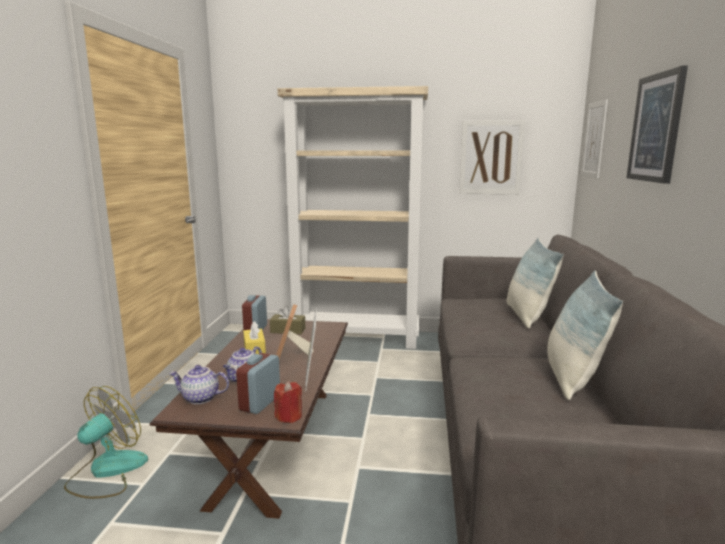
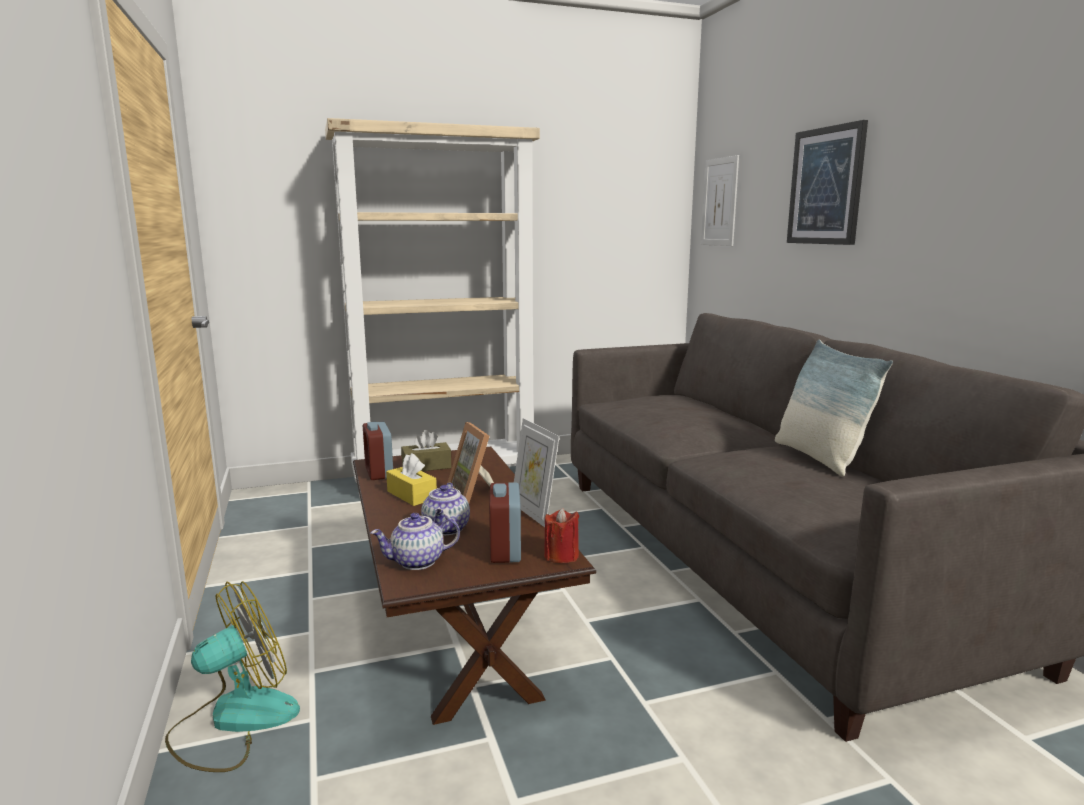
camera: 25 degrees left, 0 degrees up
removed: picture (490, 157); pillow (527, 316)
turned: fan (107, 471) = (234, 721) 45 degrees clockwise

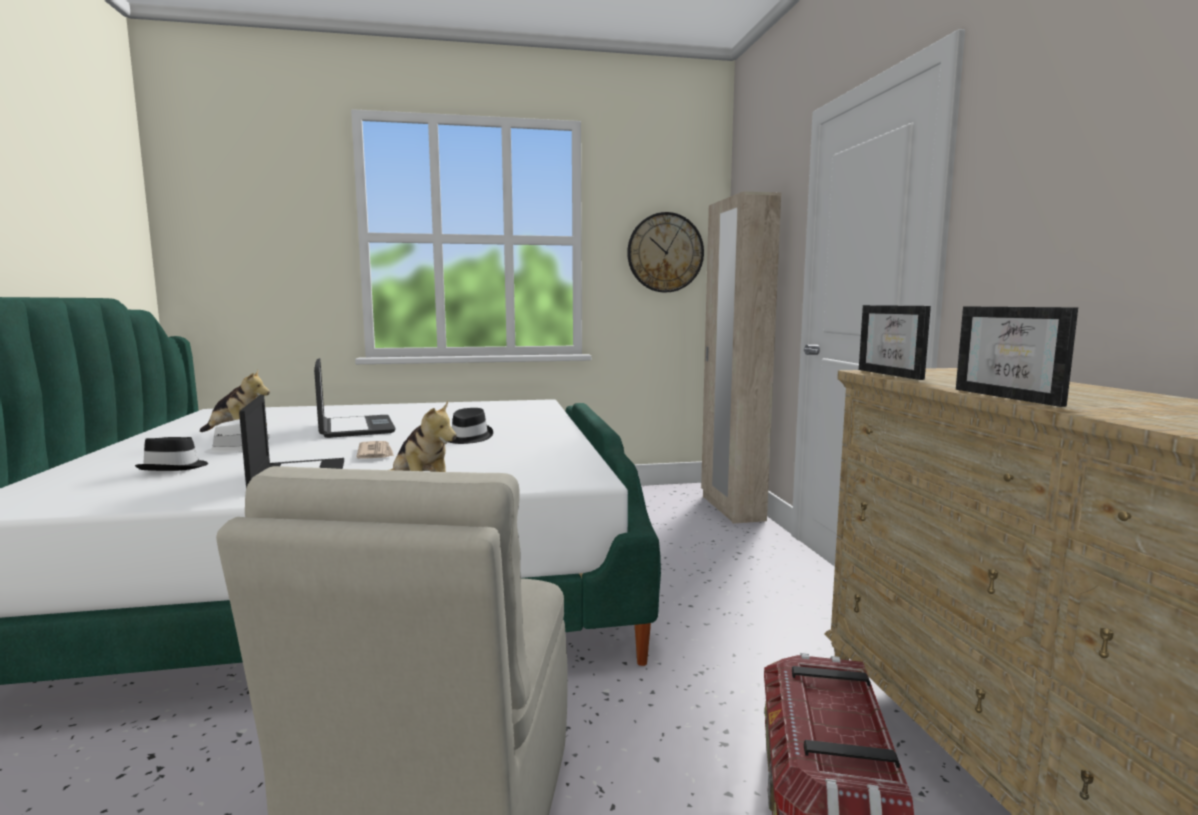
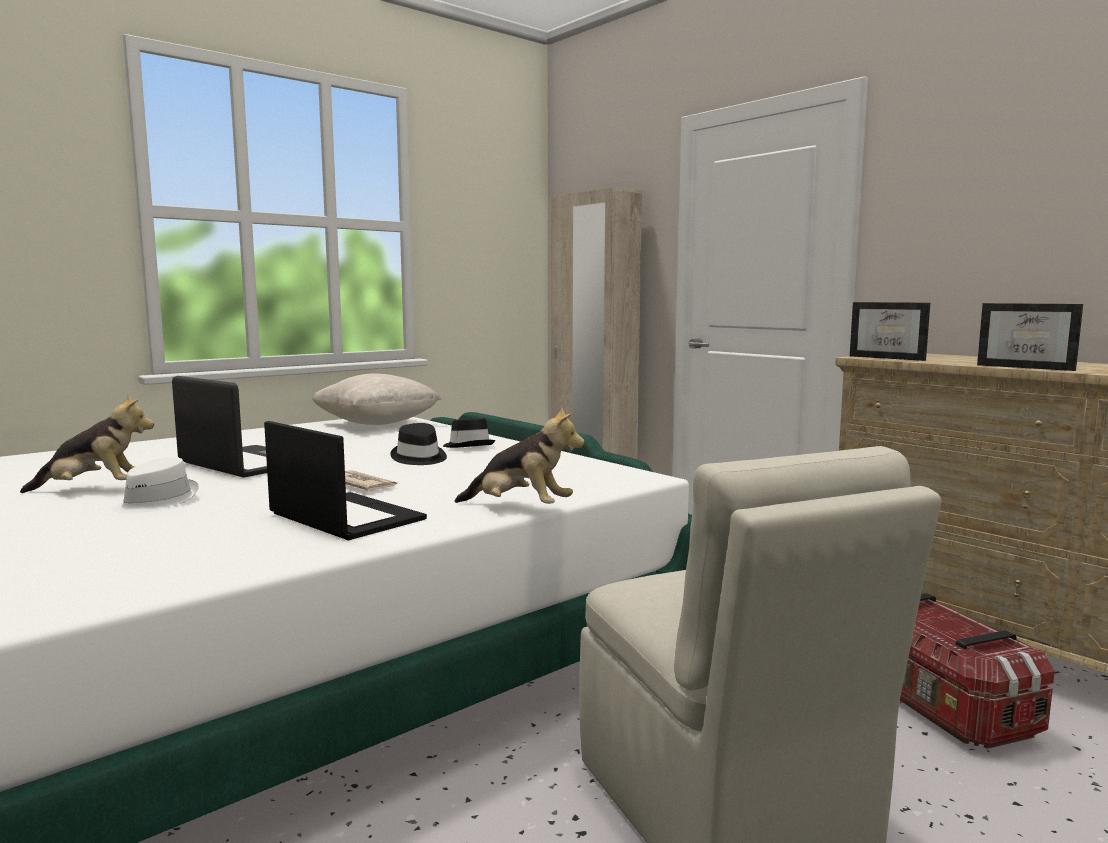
camera: 30 degrees left, 0 degrees up
removed: wall clock (665, 252)
added: pillow (beige-coloured) (376, 425)
moved: hat (blackish) (175, 468) to (468, 446)

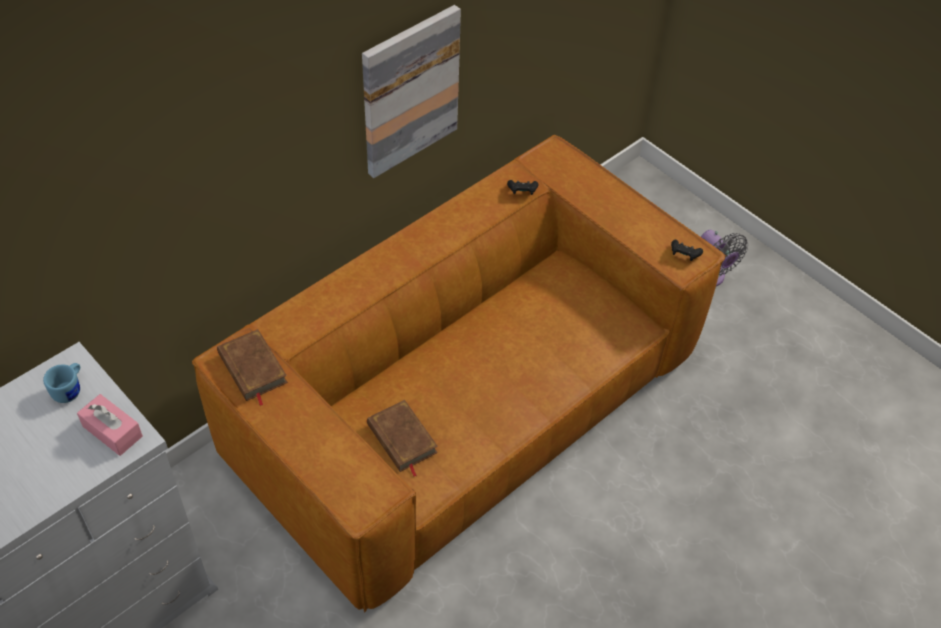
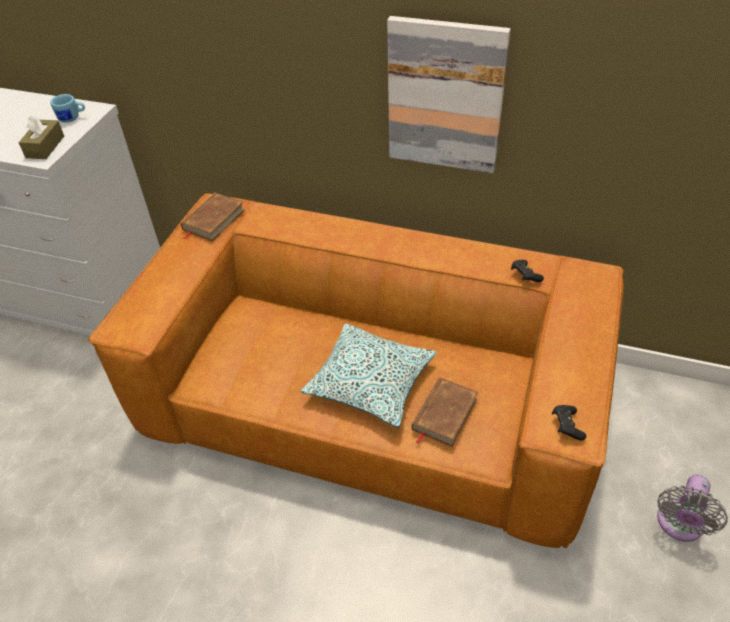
camera: 65 degrees right, 5 degrees down
added: pillow (371, 382)
moved: bound book (brown-coloured) (401, 439) to (444, 414)
recoloured: box of tissues (pink) (112, 431) to box of tissues (brown-coloured) (45, 147)

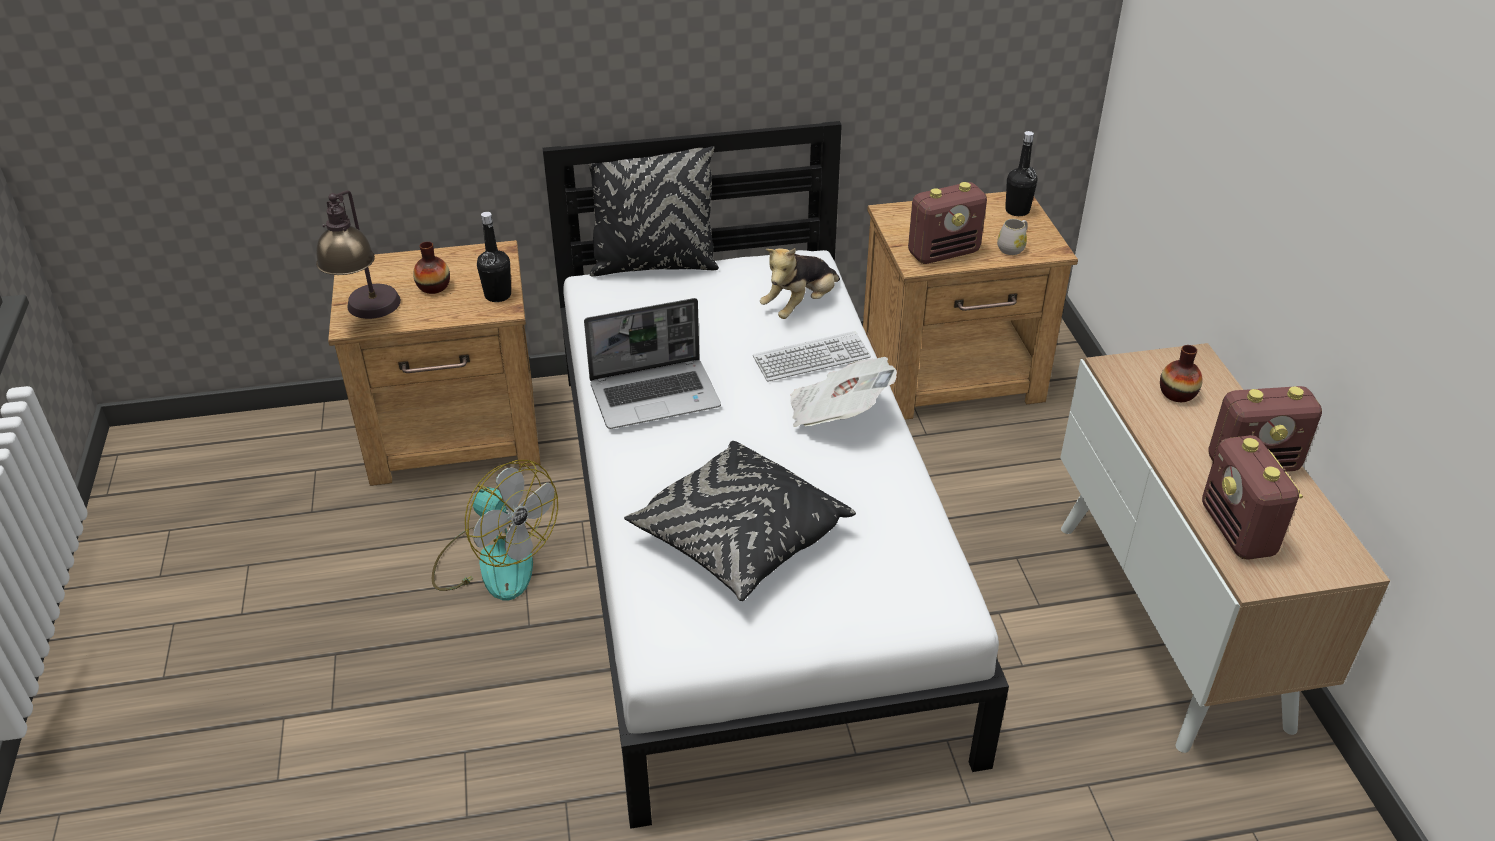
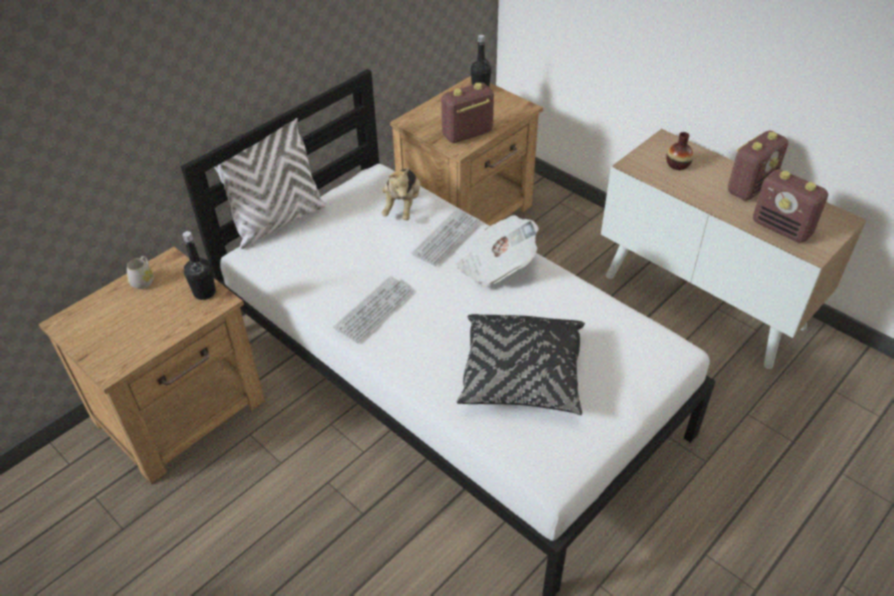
camera: 35 degrees left, 5 degrees up
removed: table lamp (368, 315); decorative vase (434, 287); fan (494, 561)
moved: tea mug (white) (1013, 247) to (144, 280)
replaced: portable computer (656, 395) to keyboard (374, 310)
recoloured: pillow (blackish) (654, 265) to pillow (white) (278, 221)
turned: radio (944, 253) = (467, 134) 150 degrees counterclockwise

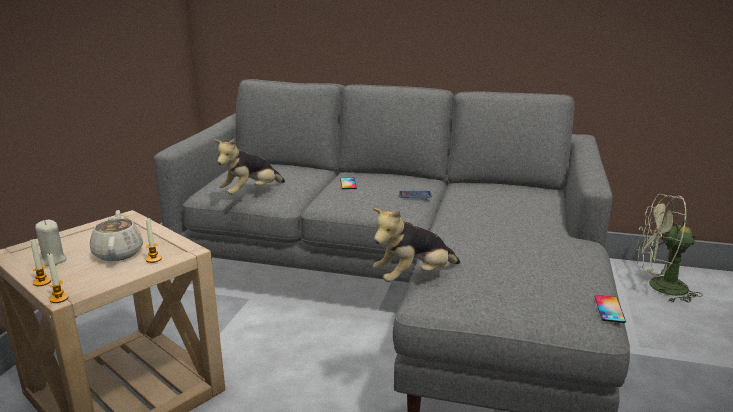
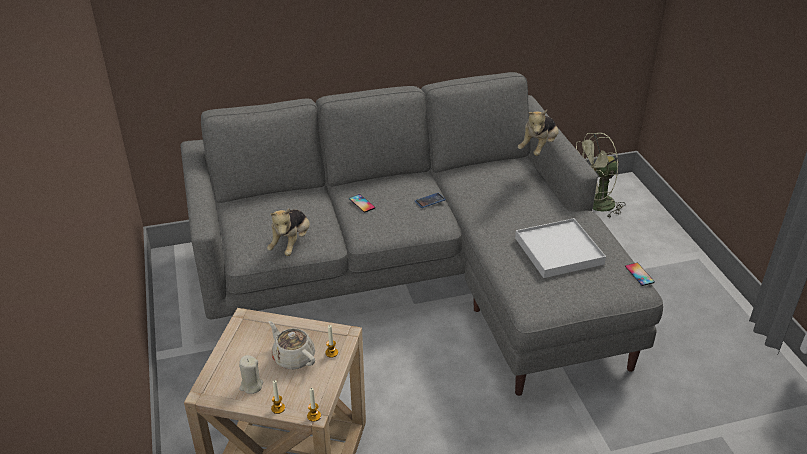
camera: 30 degrees left, 15 degrees up
added: tray (white) (558, 251)
moved: soft toy (414, 277) to (538, 148)

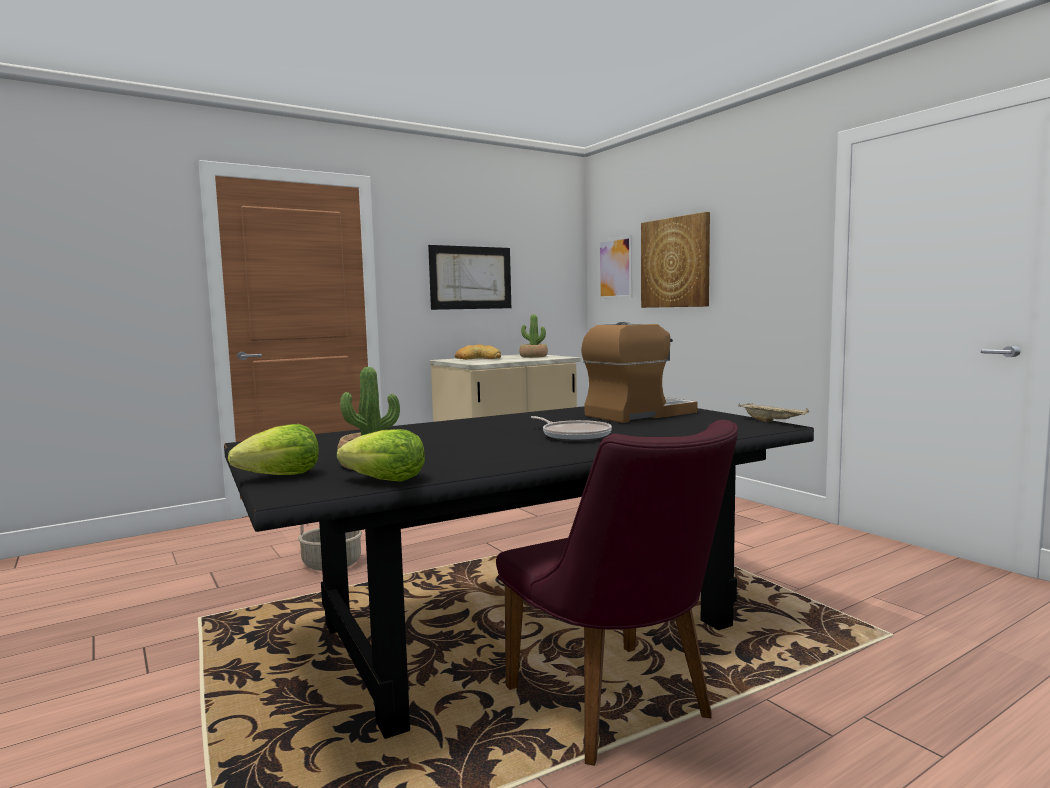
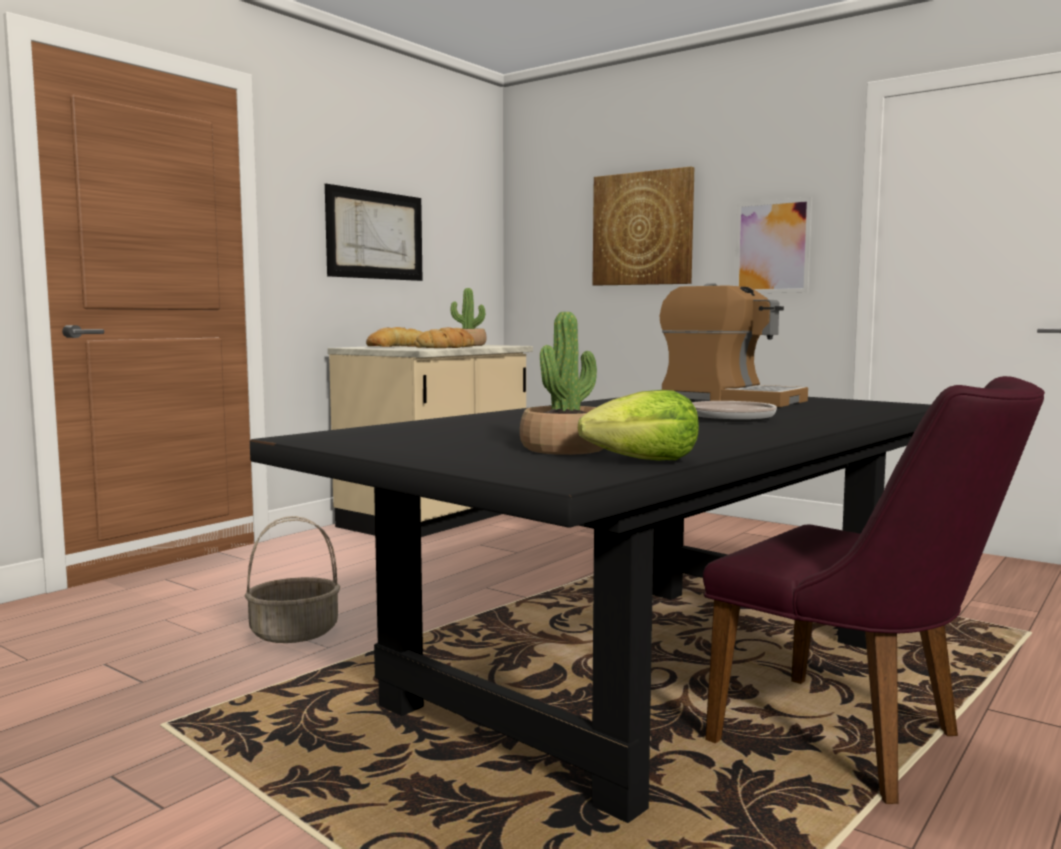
camera: 20 degrees left, 0 degrees up
removed: head of lettuce (282, 476); tray (beige-coloured) (773, 422)
added: bakery bread (447, 347)
moved: picture (615, 268) to (772, 247)
turned: coffee brewer (638, 414) = (730, 400) 90 degrees clockwise

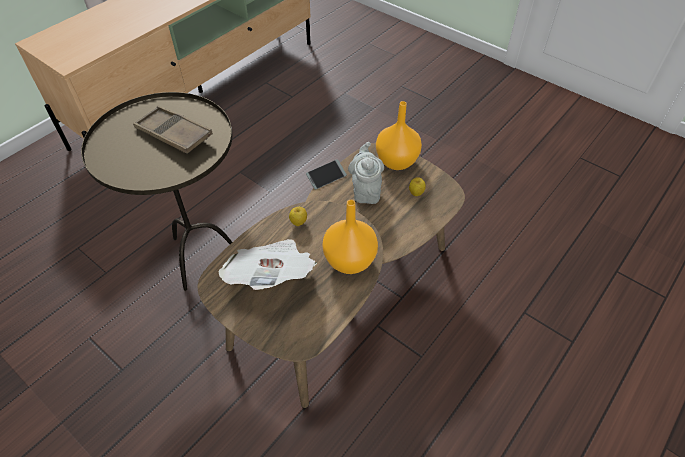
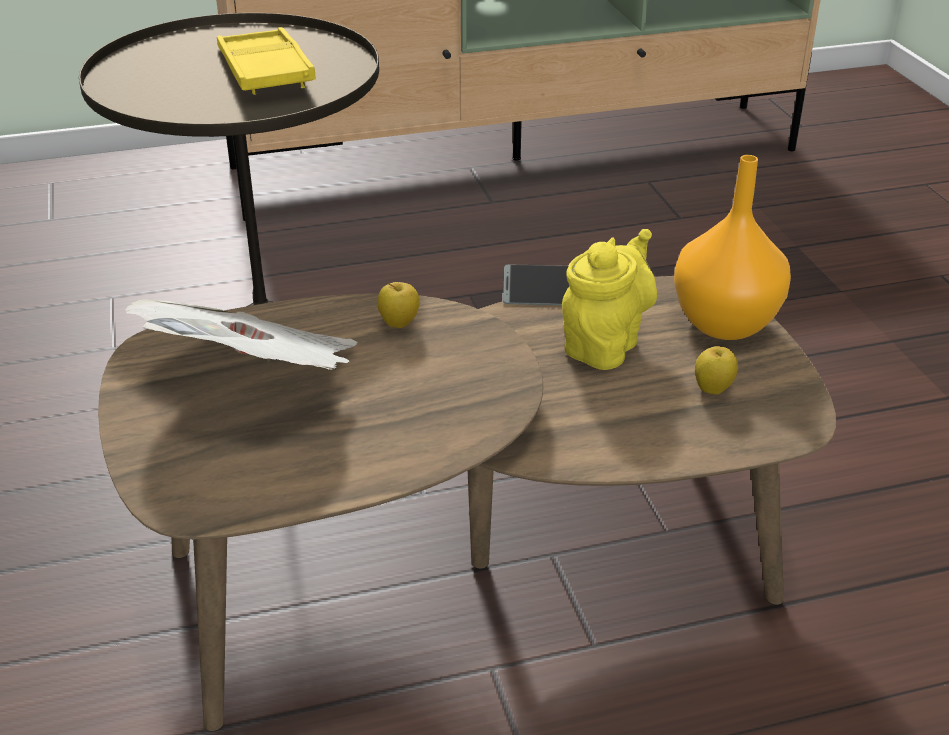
camera: 35 degrees right, 15 degrees down
removed: decorative vase (orange) (350, 260)
recoloured: tray (brown-coloured) (174, 134) to tray (yellow-coloured) (265, 71); teapot (greyish) (365, 191) to teapot (yellow-coloured) (605, 344)

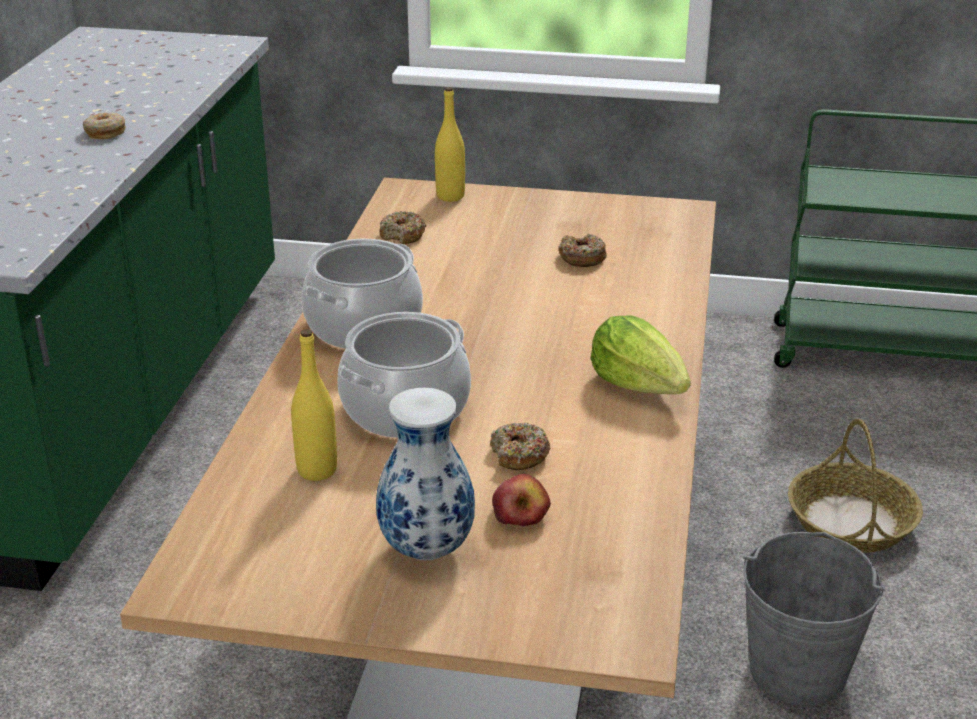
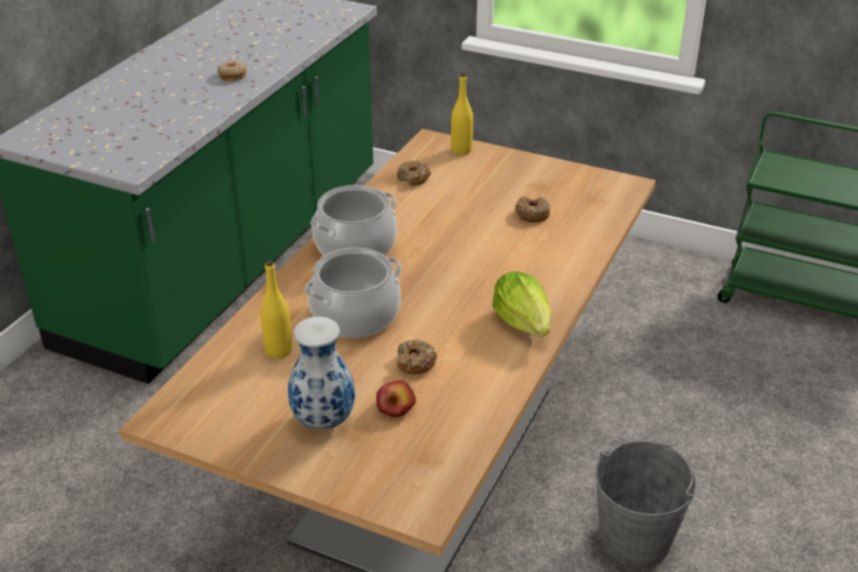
camera: 15 degrees right, 5 degrees up
removed: basket (851, 522)

